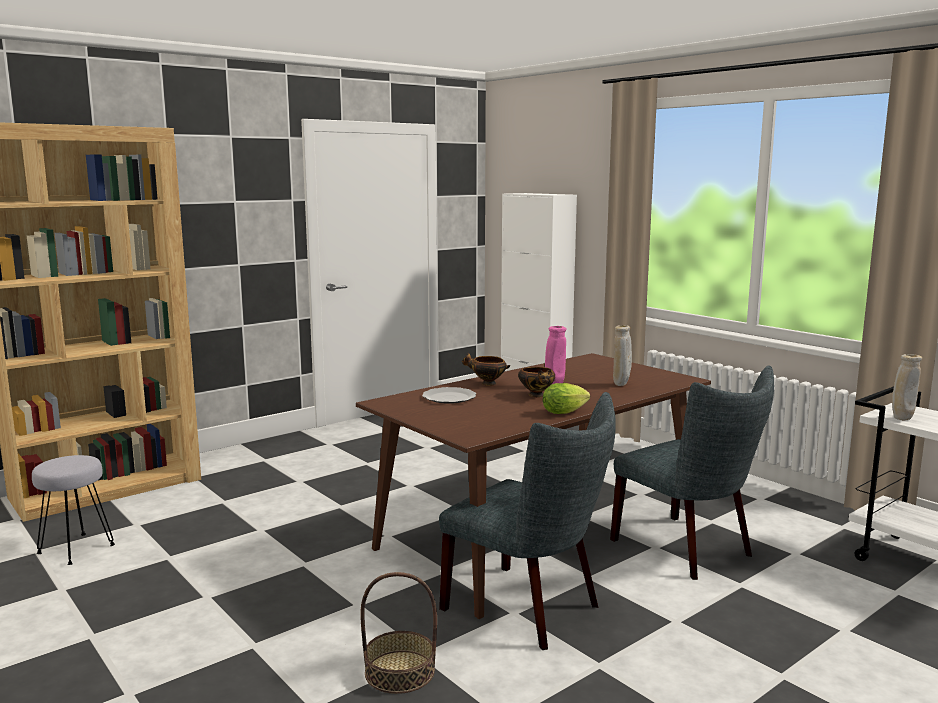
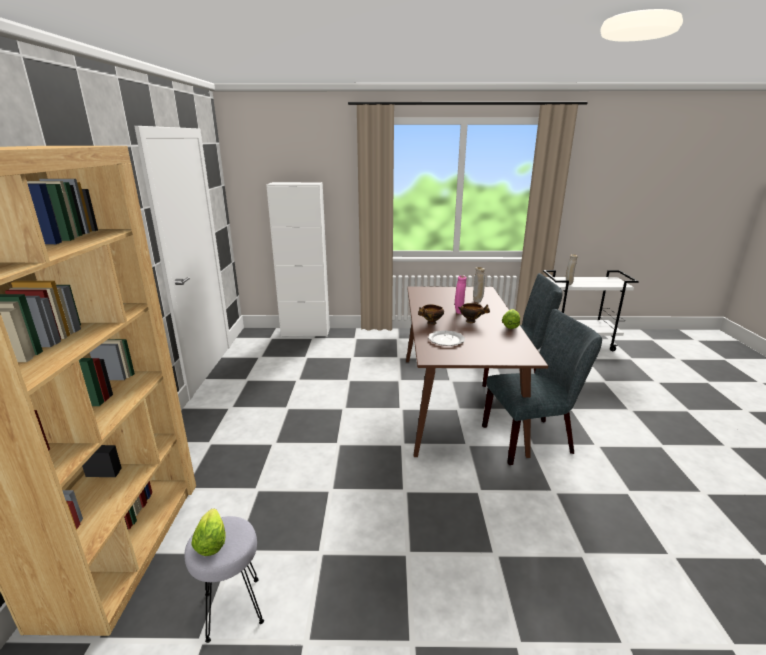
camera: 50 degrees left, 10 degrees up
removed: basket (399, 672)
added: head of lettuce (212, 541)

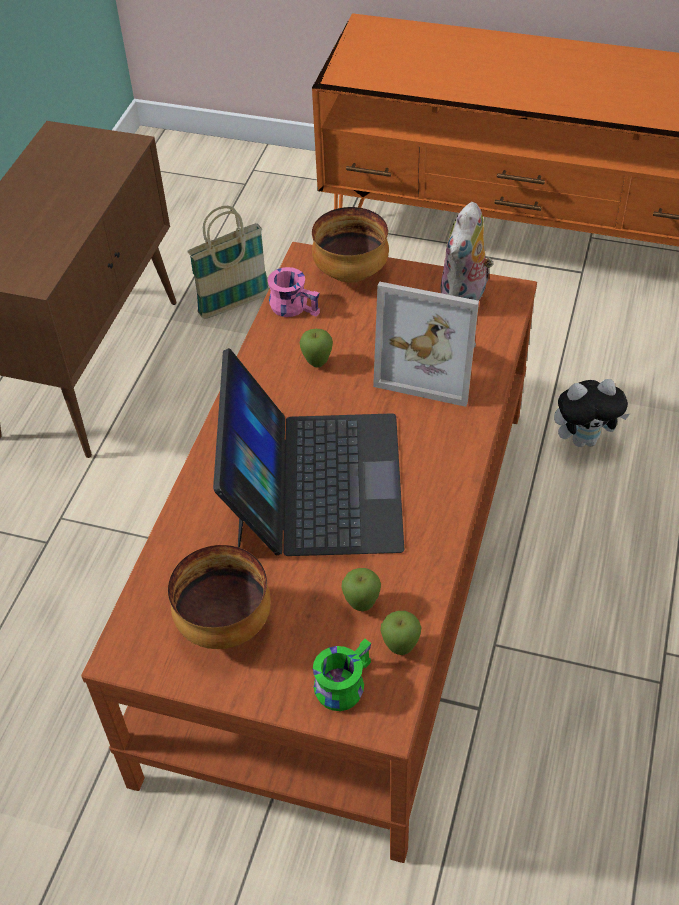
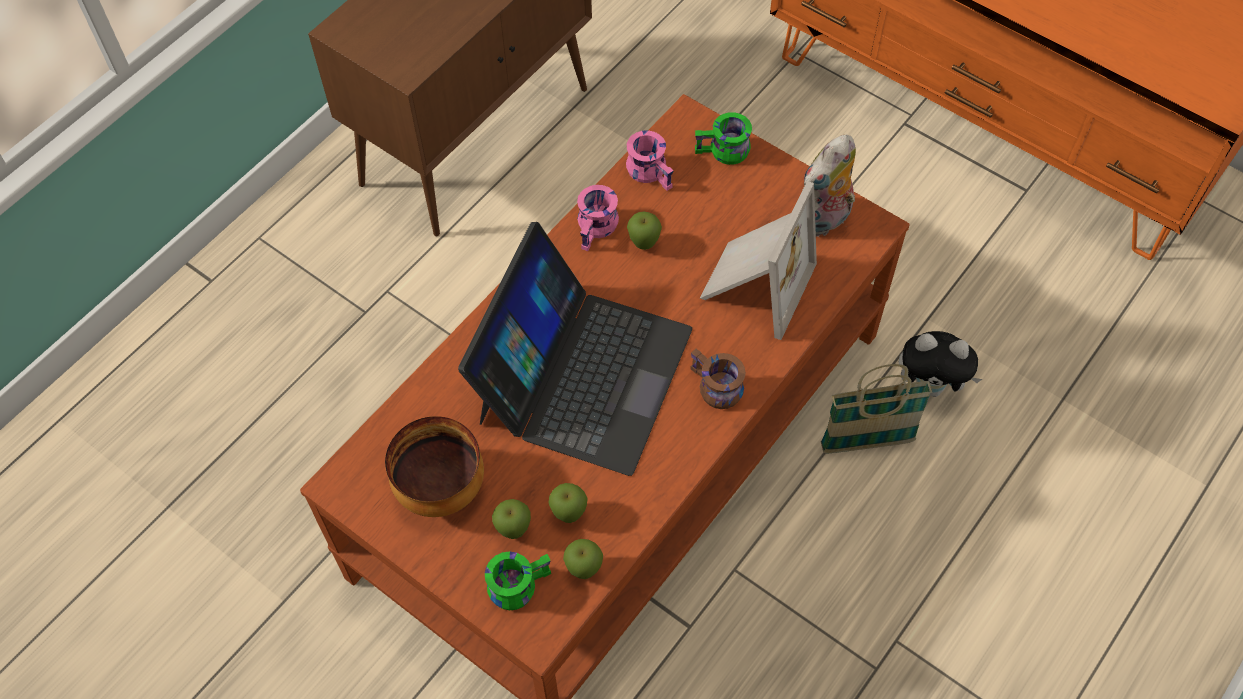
camera: 20 degrees right, 10 degrees up
added: whole apple (514, 531); tea mug (pink) (598, 229); tea mug (brown-coloured) (713, 389)
moved: basket (234, 305) to (867, 443)
replaced: serving bowl (351, 274) to tea mug (green-coloured) (723, 153)
turned: picture frame (431, 365) = (754, 284) 105 degrees counterclockwise

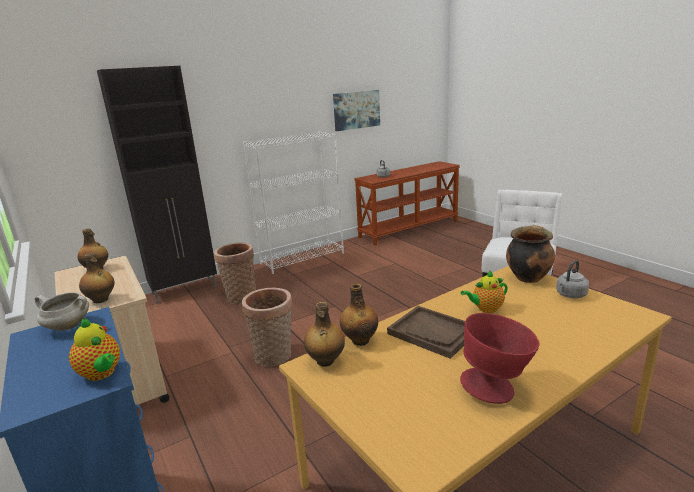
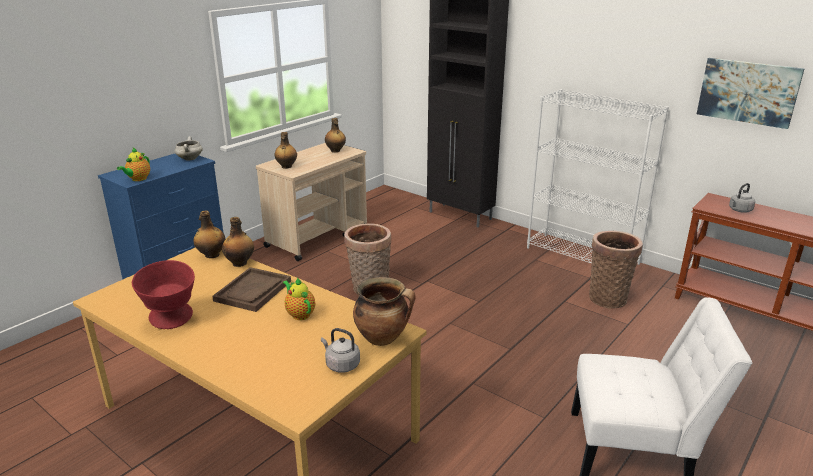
camera: 70 degrees right, 5 degrees up
moved: basket (240, 297) to (608, 297)

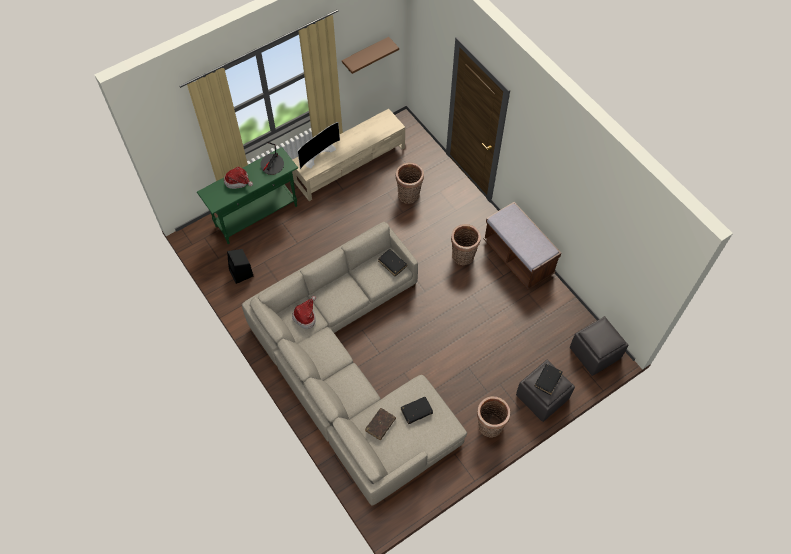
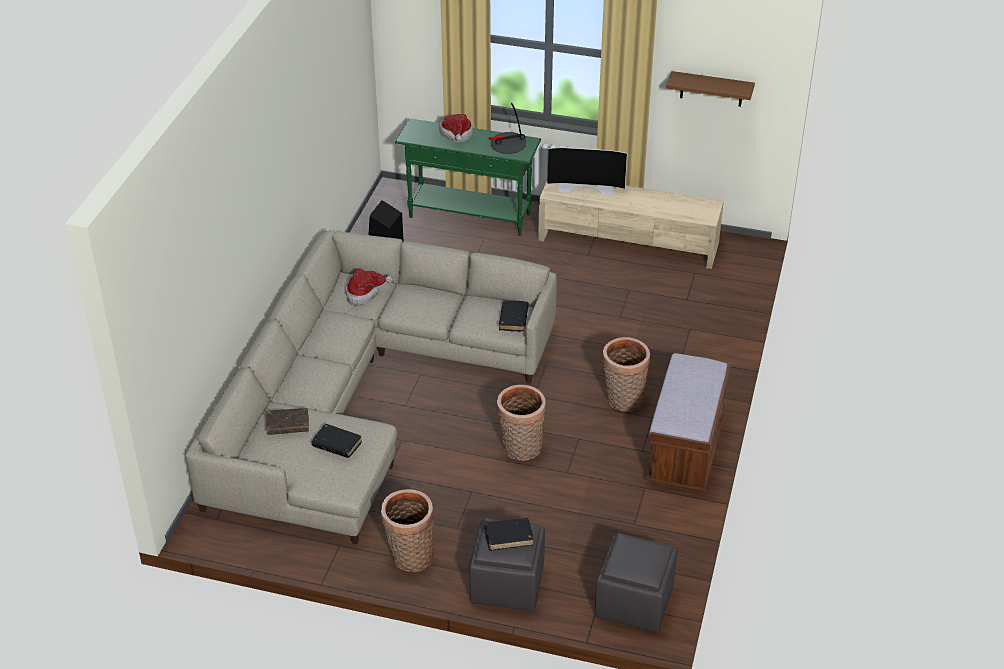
camera: 50 degrees right, 20 degrees down
moved: basket (409, 196) to (520, 449)

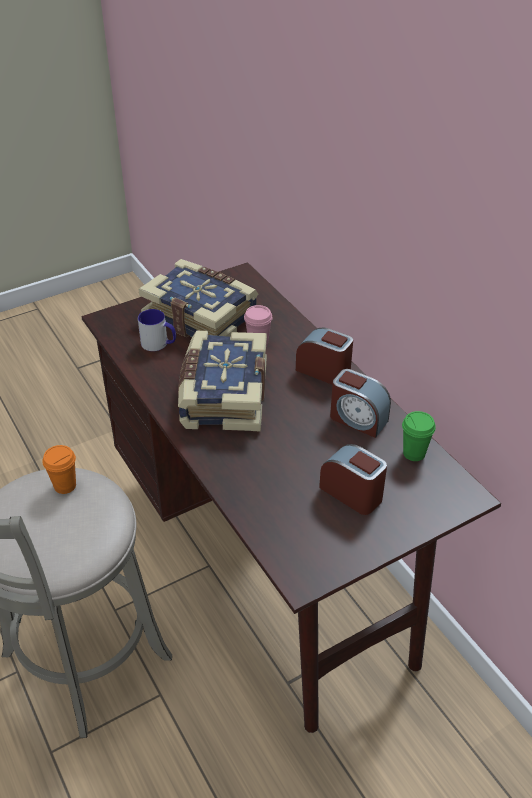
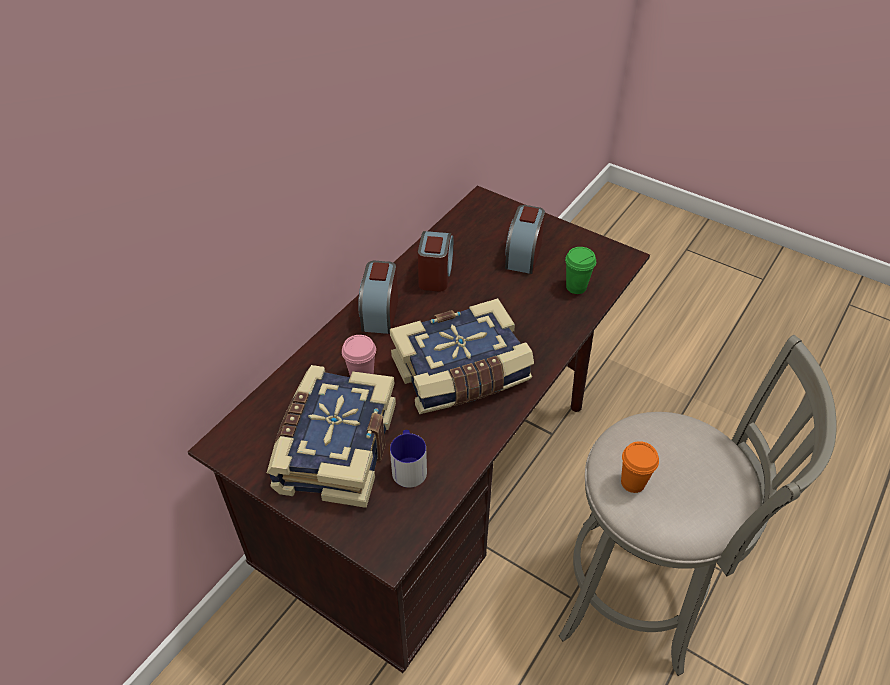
camera: 115 degrees left, 5 degrees up
moved: cup (green-coloured) (414, 453) to (576, 287)

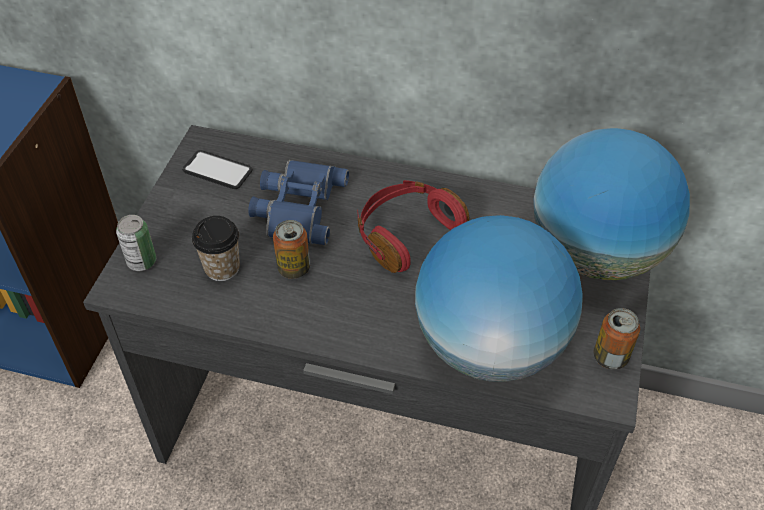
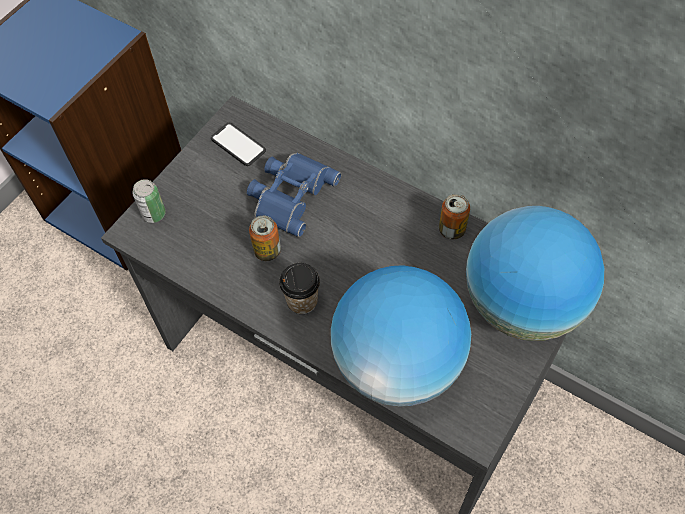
camera: 20 degrees right, 10 degrees up
removed: headset (reddish) (406, 233)
moved: cup (222, 268) to (302, 301); metal can (610, 357) to (452, 230)

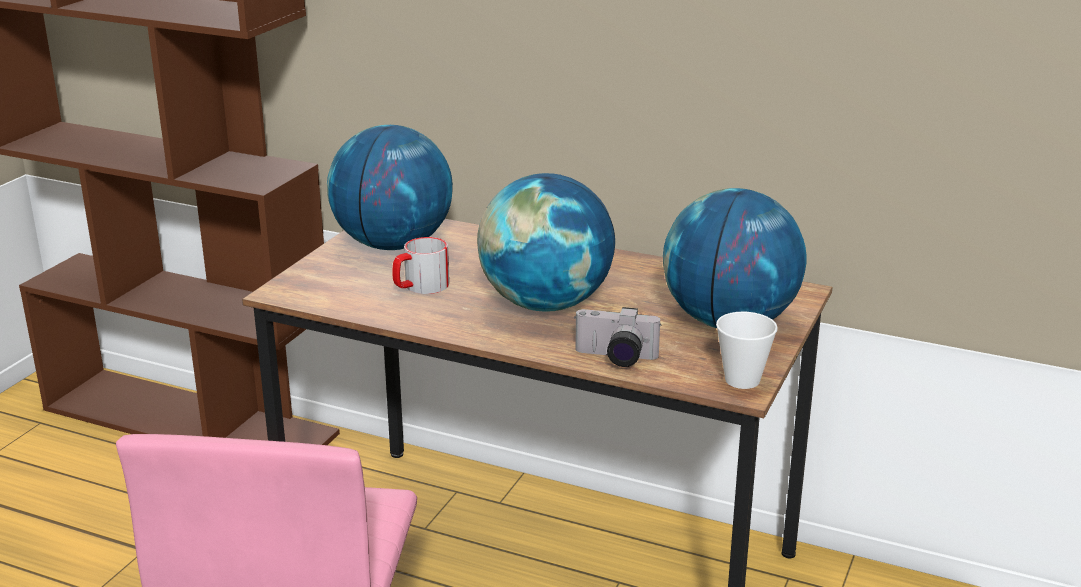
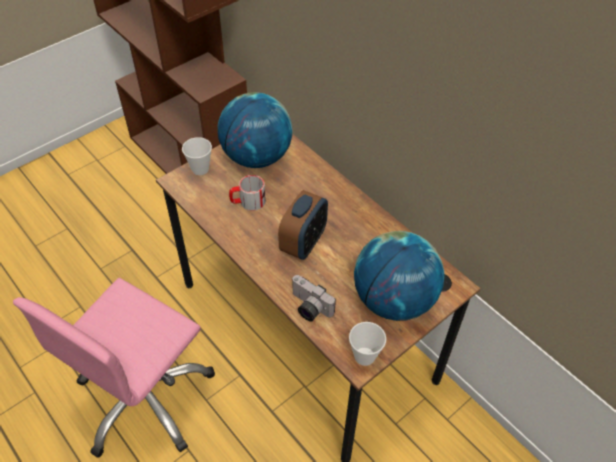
camera: 25 degrees right, 25 degrees up
added: cup (200, 169)
replaced: world globe (546, 304) to bedside clock (303, 243)

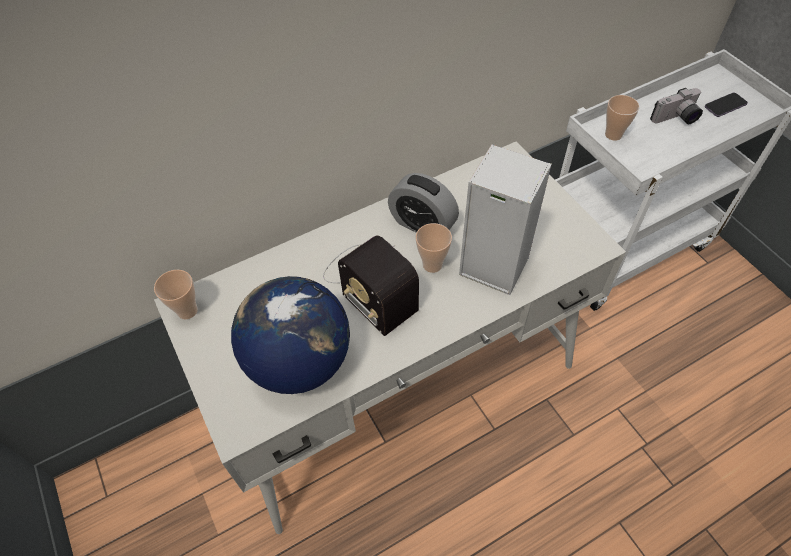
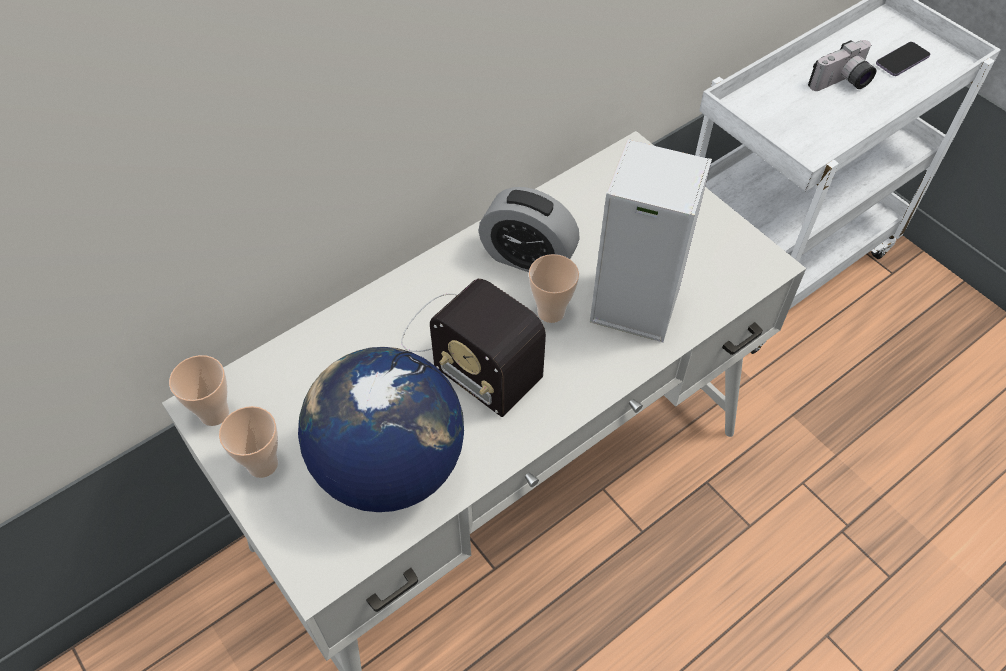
camera: 10 degrees left, 0 degrees up
moved: cup (613, 135) to (262, 464)

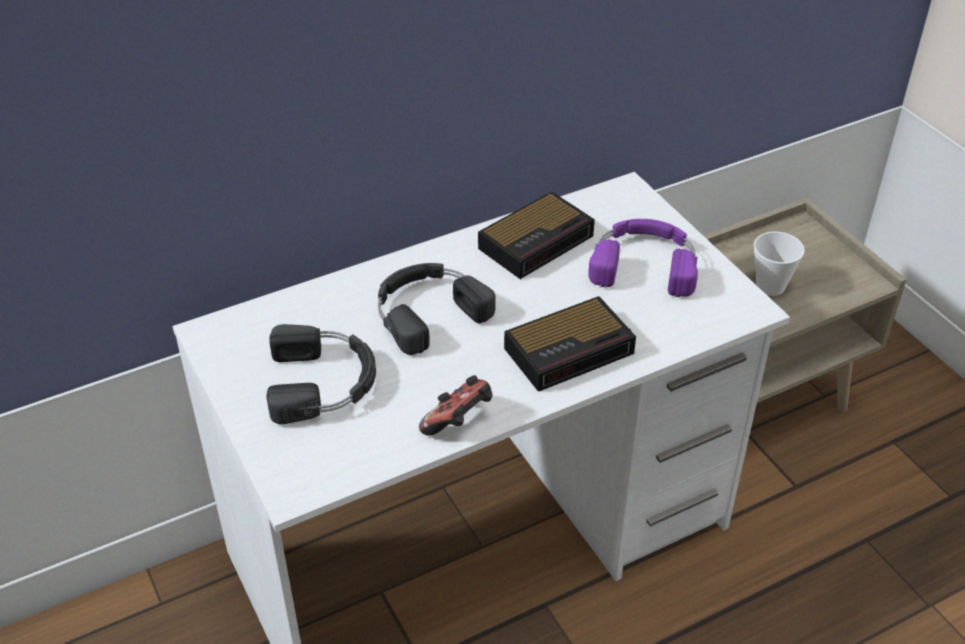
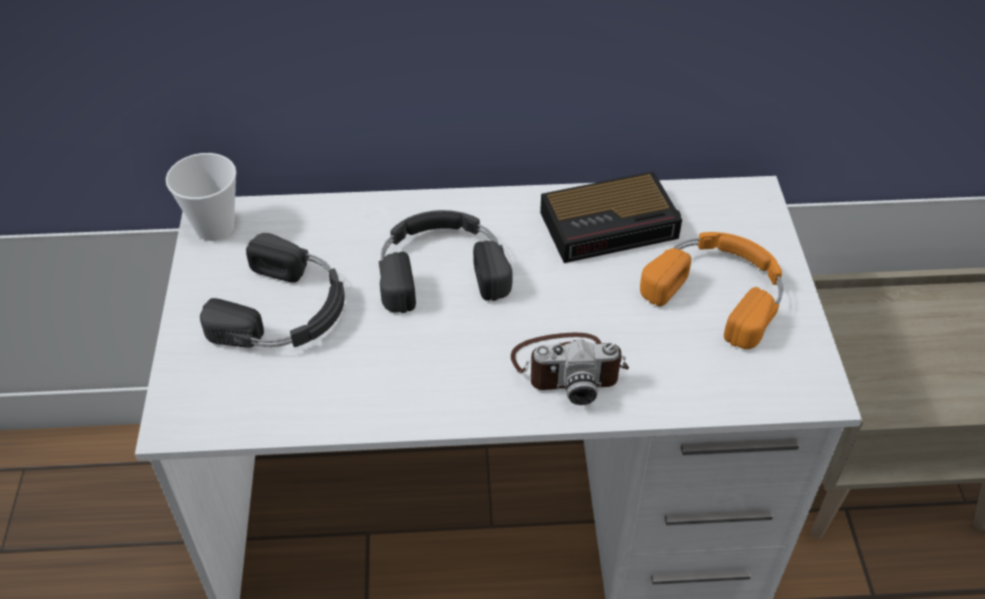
camera: 25 degrees right, 5 degrees up
removed: gamepad (459, 422)
moved: cup (770, 286) to (214, 227)
replaced: bedside clock (571, 350) to photo camera (568, 367)
recoloured: headset (purple) (644, 263) to headset (orange) (719, 291)

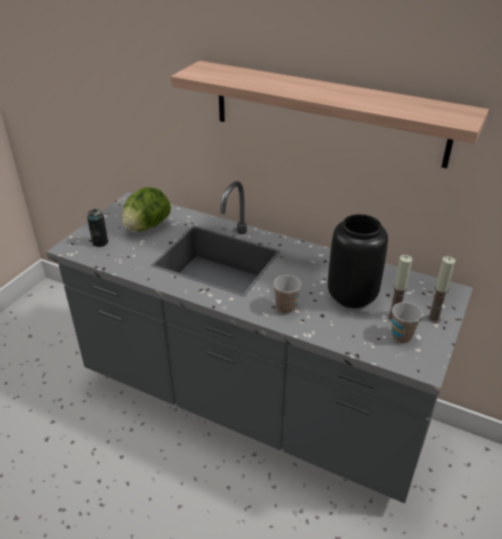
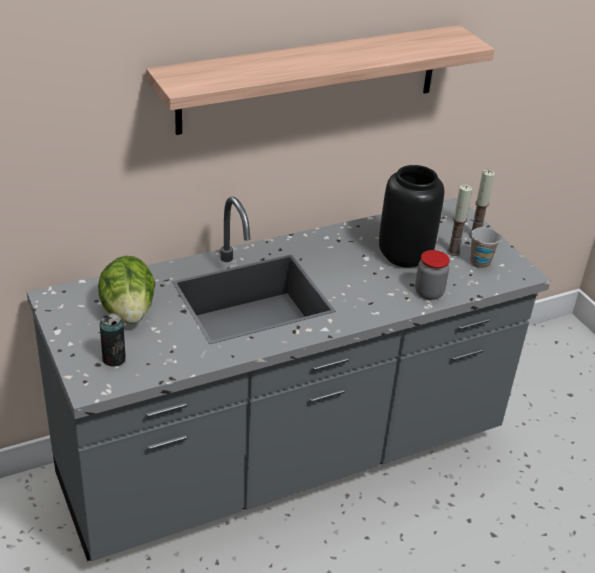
camera: 55 degrees left, 0 degrees up
removed: cup (286, 307)
added: preserve jar (429, 293)

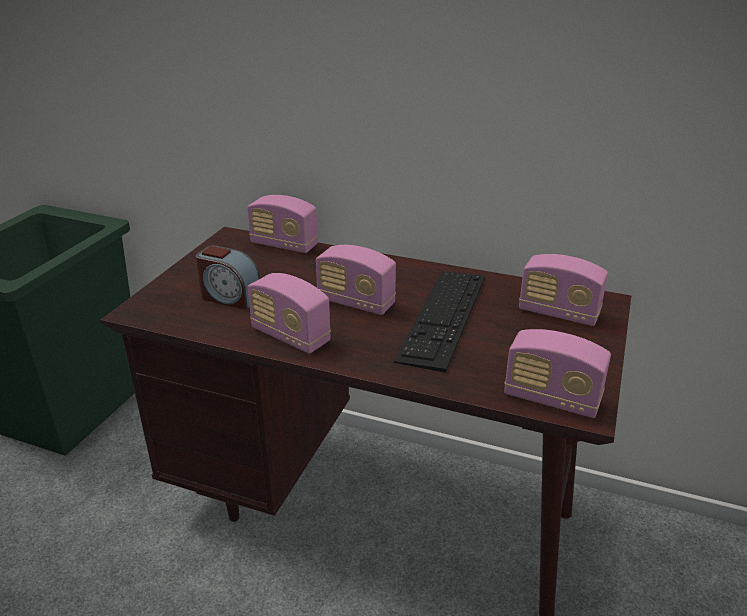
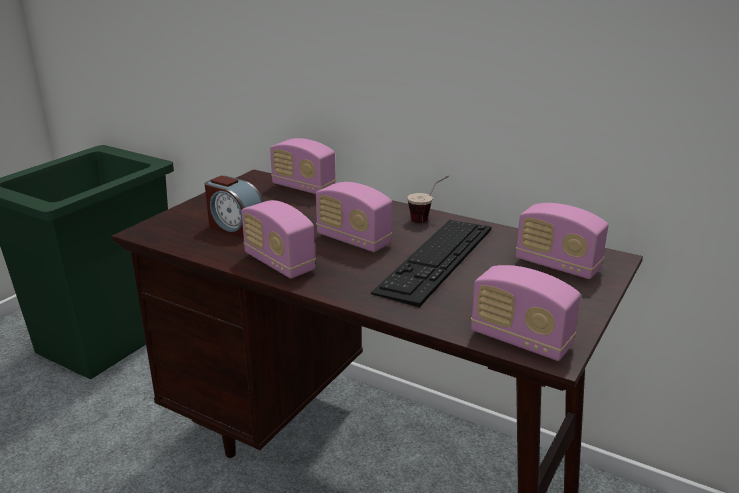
camera: 10 degrees right, 5 degrees down
added: cup (427, 218)

